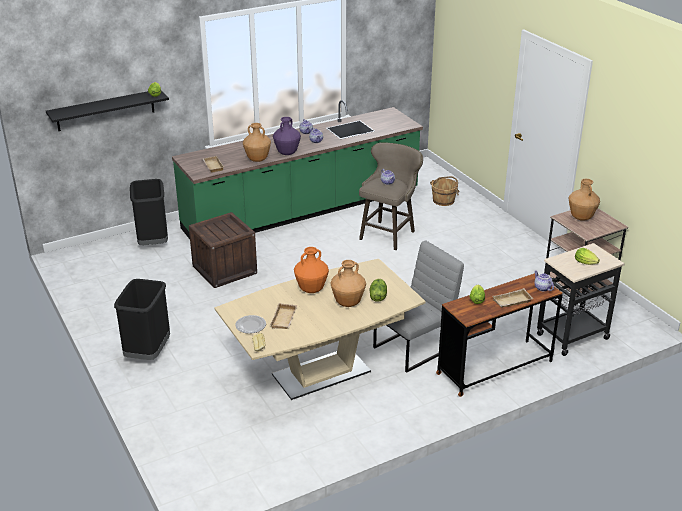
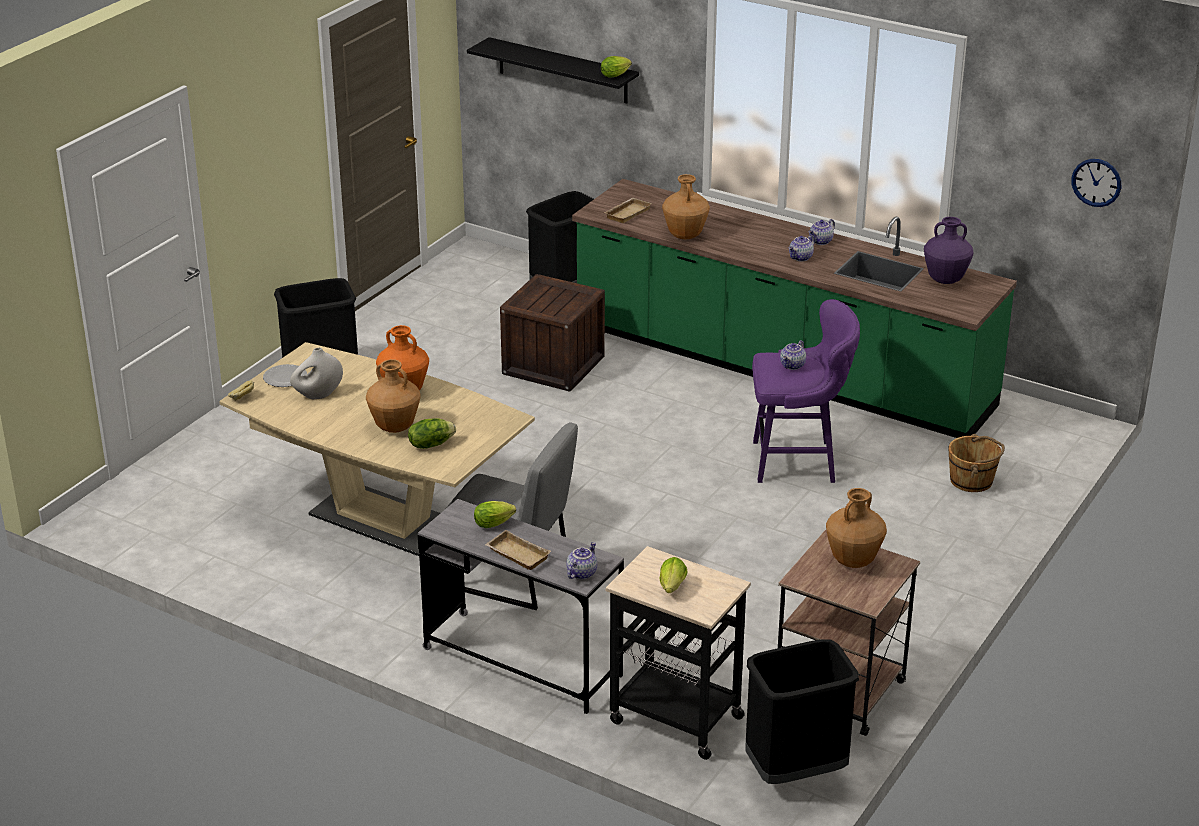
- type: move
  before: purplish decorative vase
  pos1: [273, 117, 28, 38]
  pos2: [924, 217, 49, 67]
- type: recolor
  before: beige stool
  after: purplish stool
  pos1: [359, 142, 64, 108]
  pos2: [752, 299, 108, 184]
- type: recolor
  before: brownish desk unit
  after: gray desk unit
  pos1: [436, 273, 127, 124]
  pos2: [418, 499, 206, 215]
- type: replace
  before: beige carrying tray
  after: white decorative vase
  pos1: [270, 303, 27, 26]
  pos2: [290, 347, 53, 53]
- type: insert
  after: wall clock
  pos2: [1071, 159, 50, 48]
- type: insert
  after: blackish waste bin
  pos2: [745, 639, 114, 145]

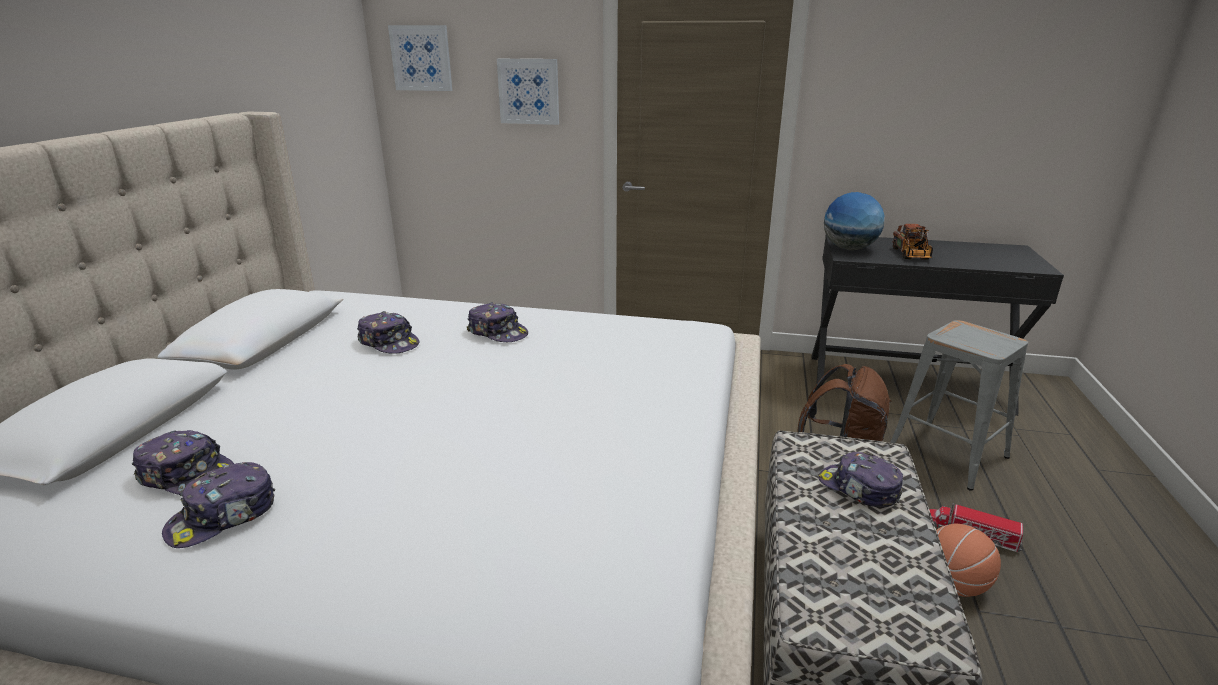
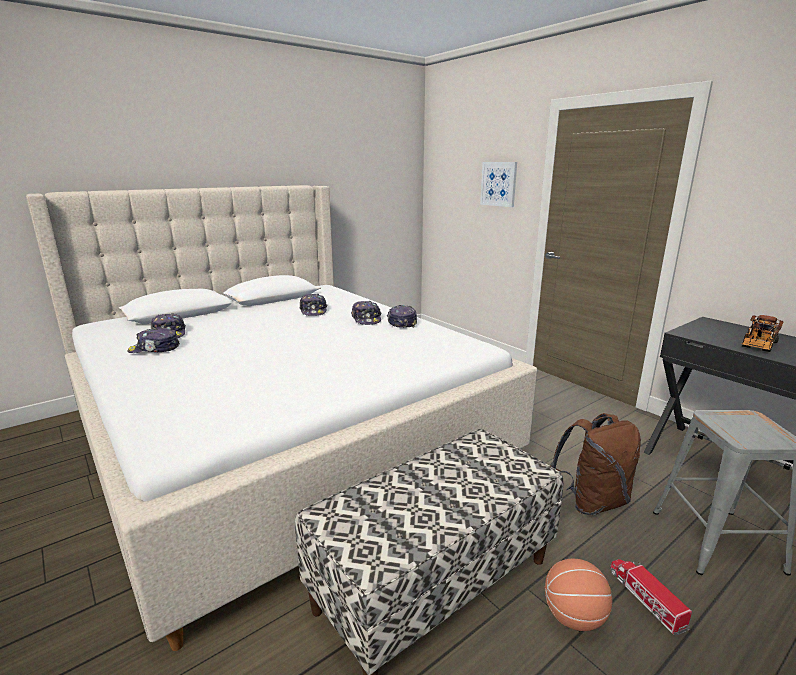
- type: delete
  before: picture
  pos1: [388, 25, 64, 66]
- type: delete
  before: globe
  pos1: [824, 192, 61, 58]
- type: move
  before: baseball cap
  pos1: [818, 452, 85, 56]
  pos2: [387, 305, 30, 23]

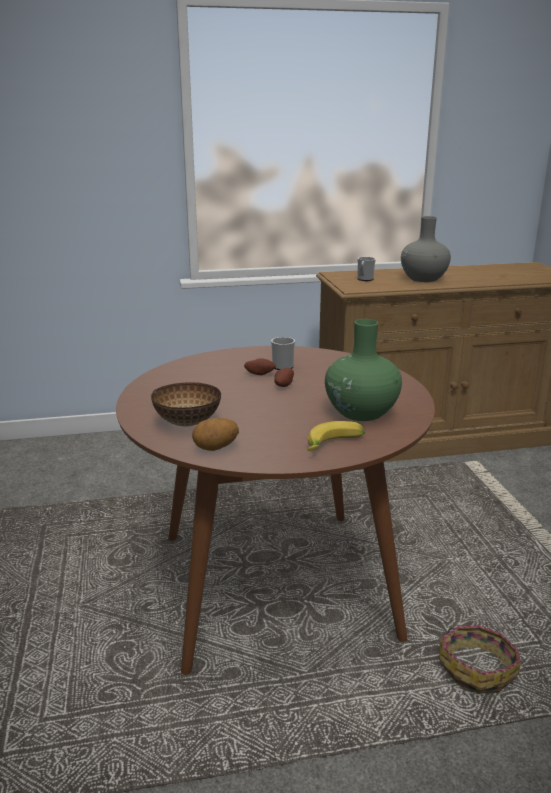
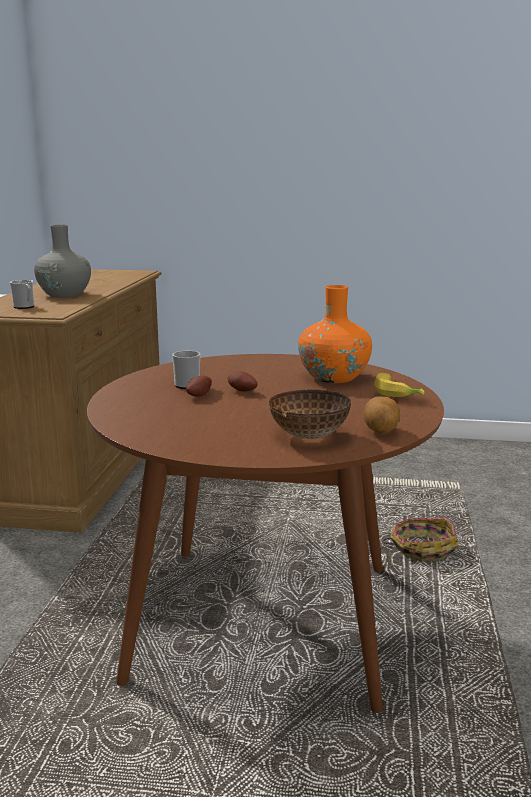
- type: recolor
  before: greenish decorative vase
  after: orange-coloured decorative vase
  pos1: [325, 319, 77, 102]
  pos2: [298, 285, 74, 98]

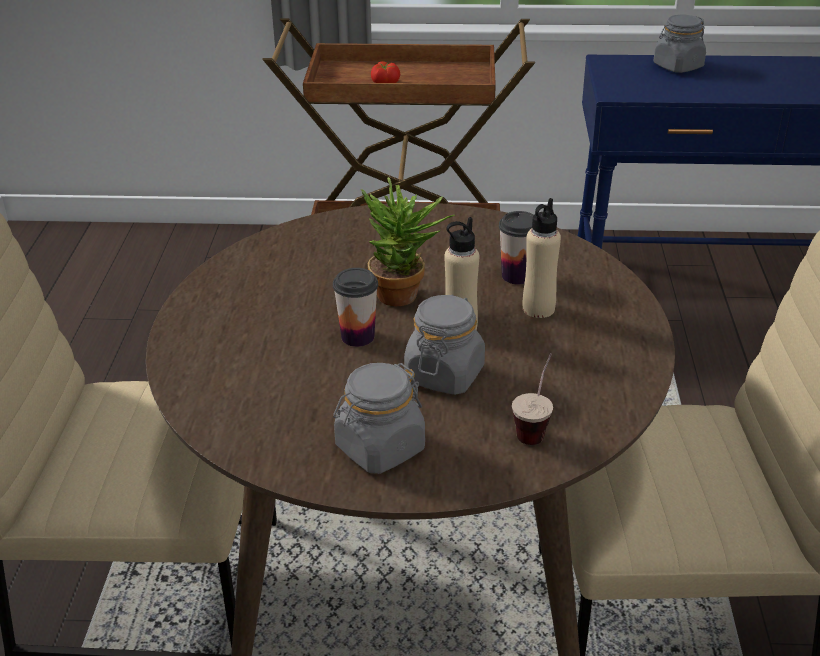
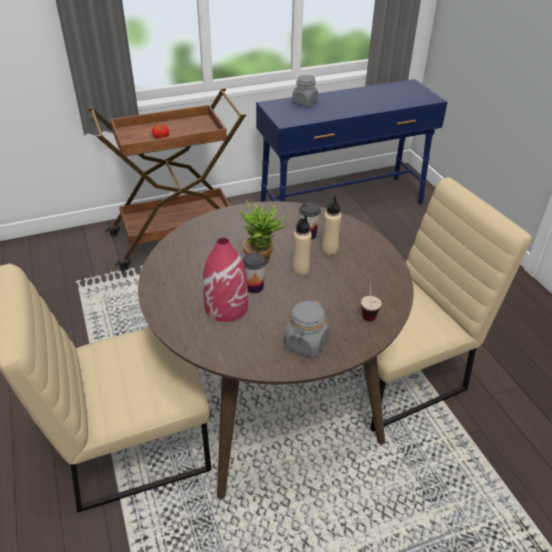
- type: delete
  before: gray preserve jar
  pos1: [404, 295, 81, 100]
- type: insert
  after: red-coloured decorative vase
  pos2: [203, 238, 45, 84]

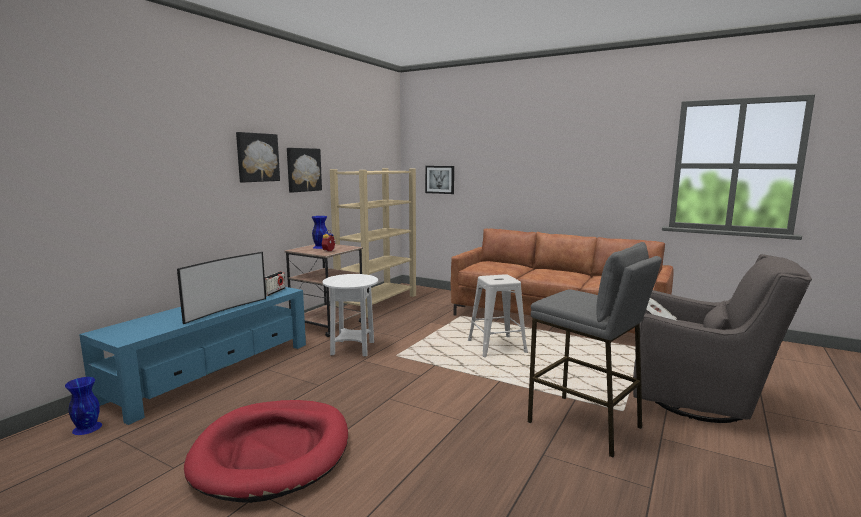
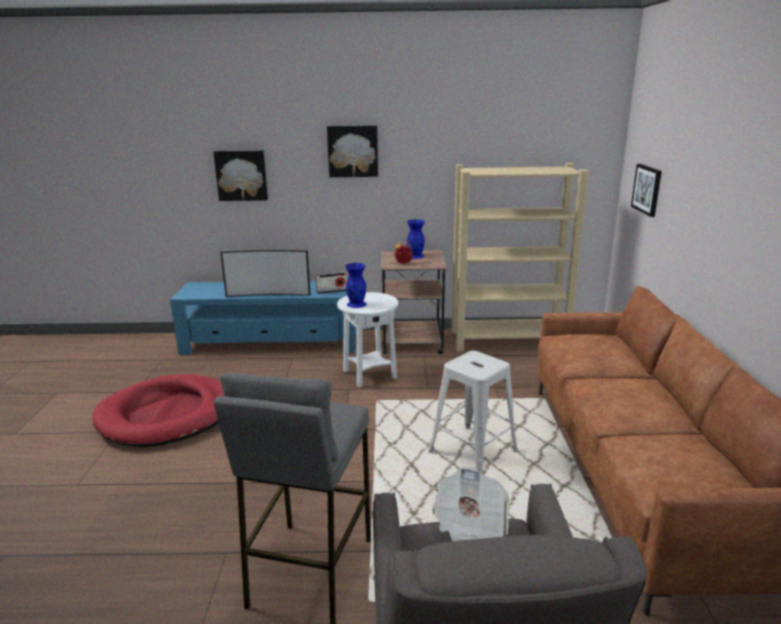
- type: move
  before: picture
  pos1: [287, 148, 35, 45]
  pos2: [213, 150, 55, 51]
- type: move
  before: bluish decorative vase
  pos1: [65, 377, 37, 58]
  pos2: [345, 263, 22, 45]

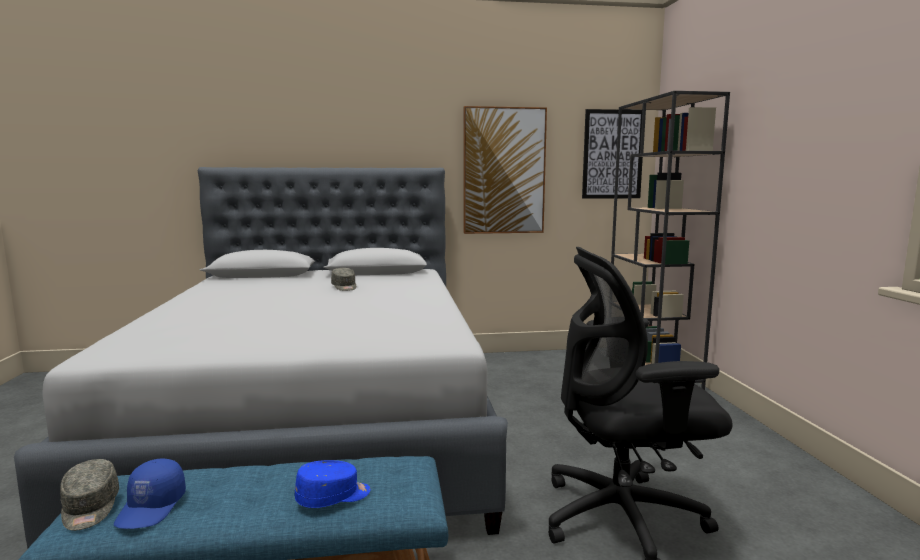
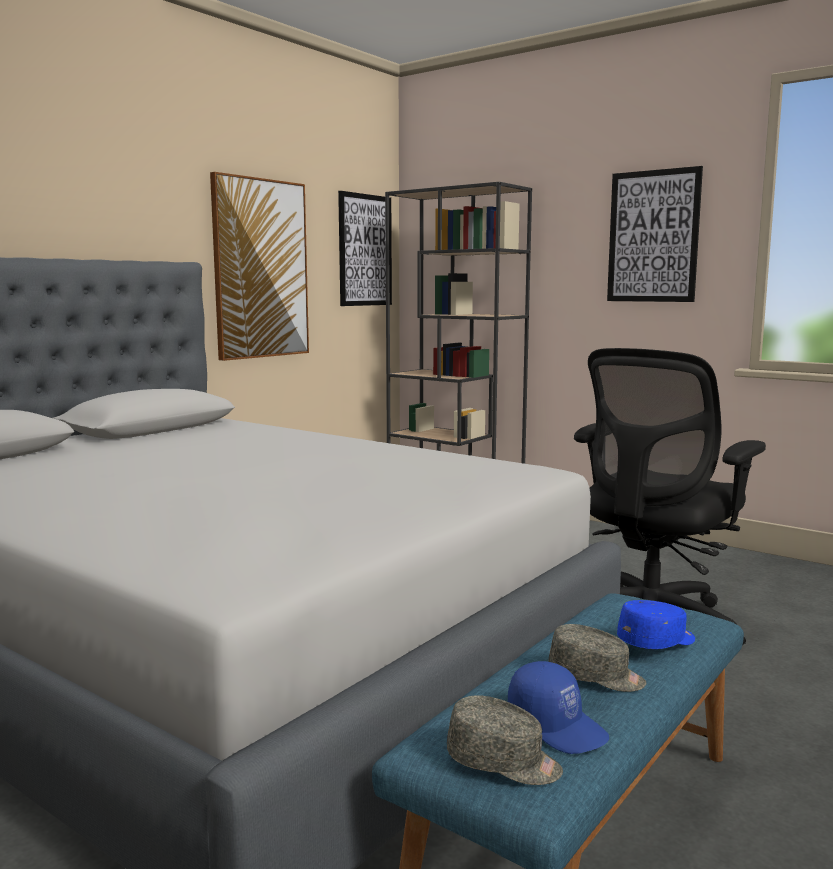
- type: move
  before: gray baseball cap
  pos1: [331, 268, 25, 23]
  pos2: [549, 624, 97, 68]
- type: rotate
  before: bluish baseball cap
  pos1: [295, 460, 76, 48]
  pos2: [617, 600, 78, 49]
  turn: 45
- type: insert
  after: picture
  pos2: [607, 166, 96, 136]

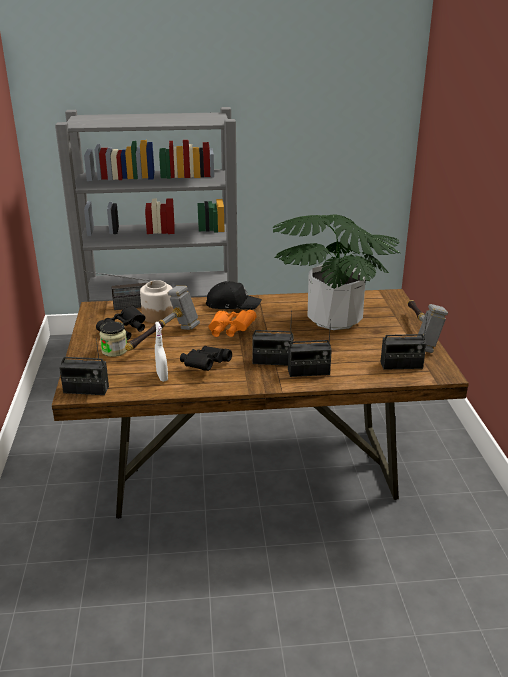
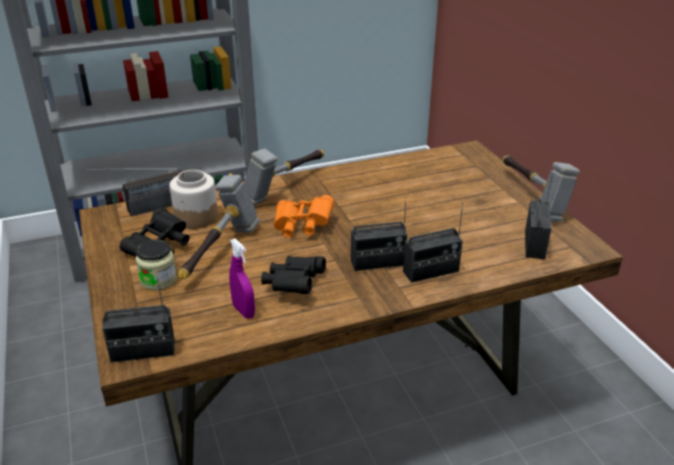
- type: delete
  before: houseplant
  pos1: [273, 214, 127, 116]
- type: replace
  before: blackish baseball cap
  after: hand hammer
  pos1: [206, 281, 56, 28]
  pos2: [244, 148, 80, 57]
- type: rotate
  before: radio receiver
  pos1: [381, 314, 47, 56]
  pos2: [525, 168, 29, 91]
  turn: -60
- type: recolor
  before: white hand sprayer
  after: purplish hand sprayer
  pos1: [155, 322, 13, 60]
  pos2: [229, 238, 26, 80]

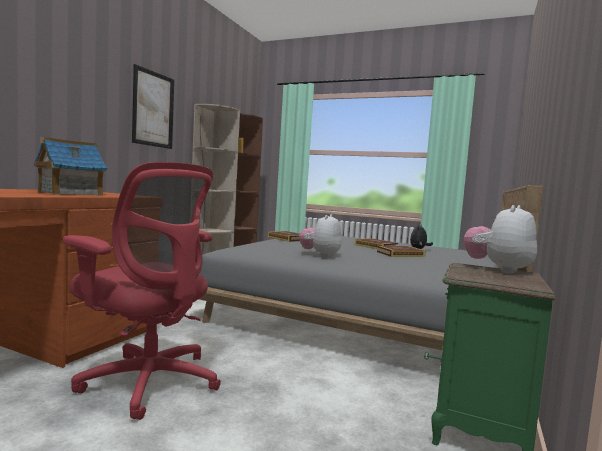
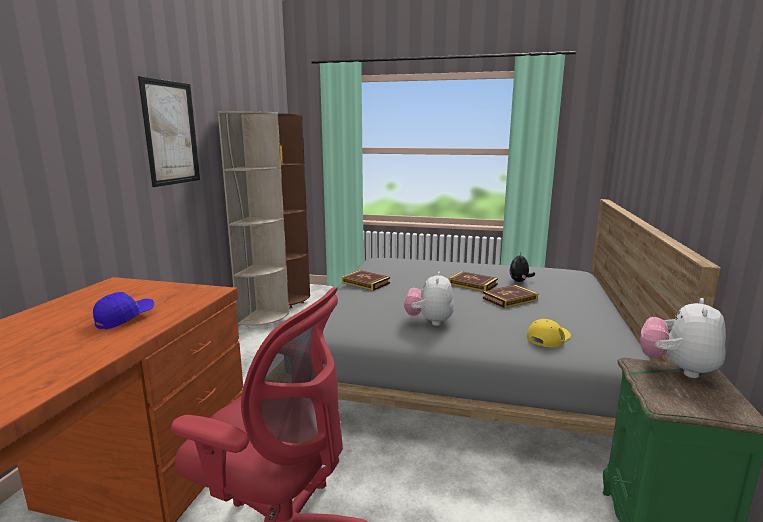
- type: replace
  before: miniature house
  after: bluish baseball cap
  pos1: [34, 137, 73, 59]
  pos2: [93, 292, 61, 38]
- type: insert
  after: yellowish baseball cap
  pos2: [527, 319, 44, 28]

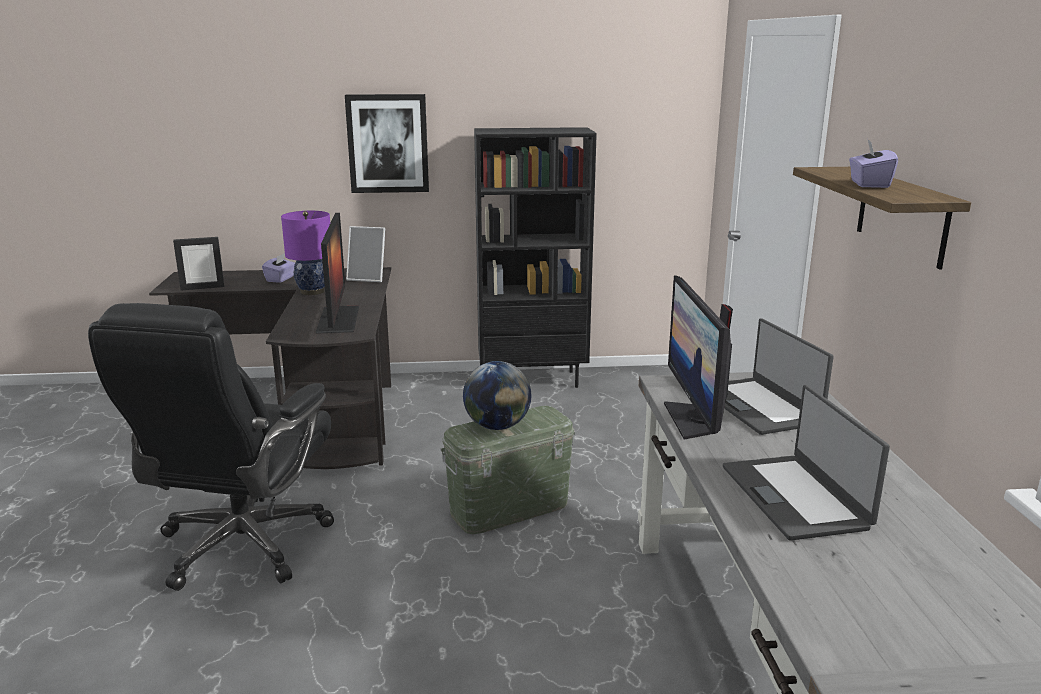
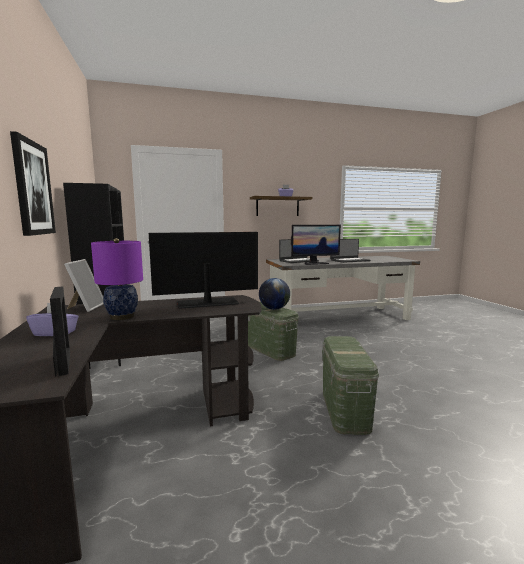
- type: replace
  before: blackish computer chair
  after: greenish storage container
  pos1: [88, 303, 246, 288]
  pos2: [322, 336, 57, 99]

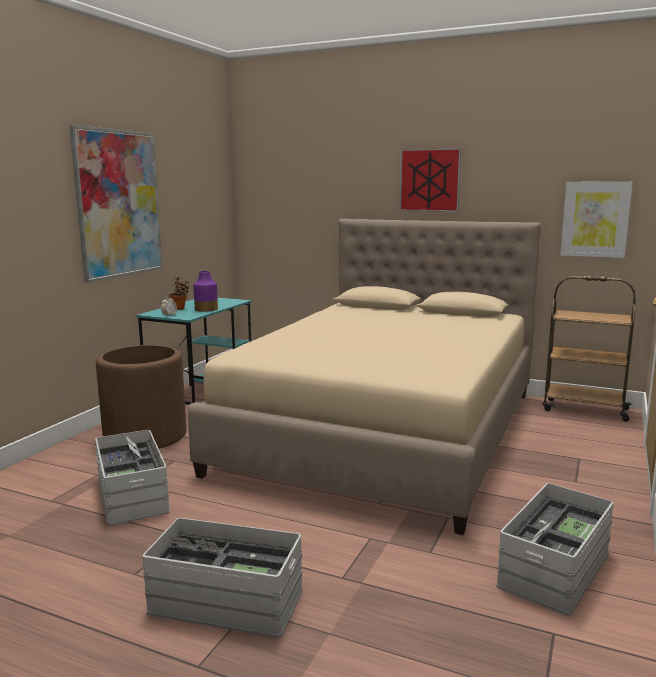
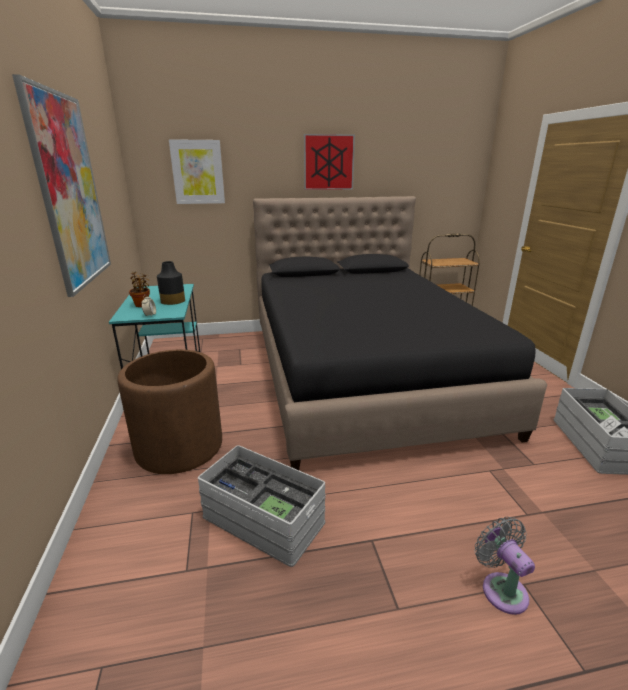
- type: move
  before: picture
  pos1: [560, 181, 73, 77]
  pos2: [169, 139, 56, 65]
- type: recolor
  before: beige sleeping bed
  after: blackish sleeping bed
  pos1: [188, 219, 353, 316]
  pos2: [253, 196, 294, 274]
- type: recolor
  before: purplish decorative vase
  after: blackish decorative vase
  pos1: [193, 271, 25, 41]
  pos2: [157, 261, 28, 44]
- type: replace
  before: gray storage container
  after: gray electric fan
  pos1: [142, 518, 161, 119]
  pos2: [475, 517, 60, 98]

